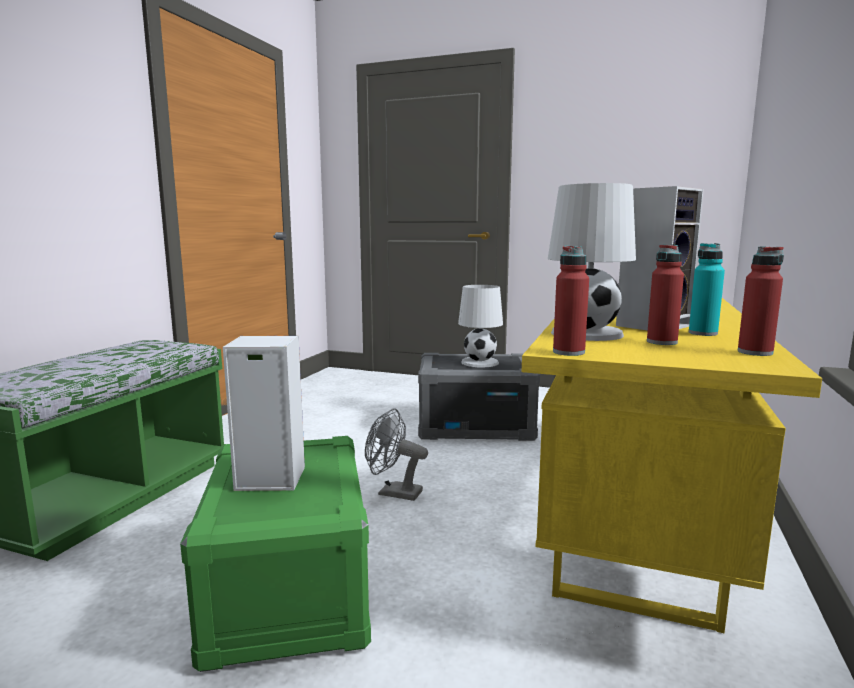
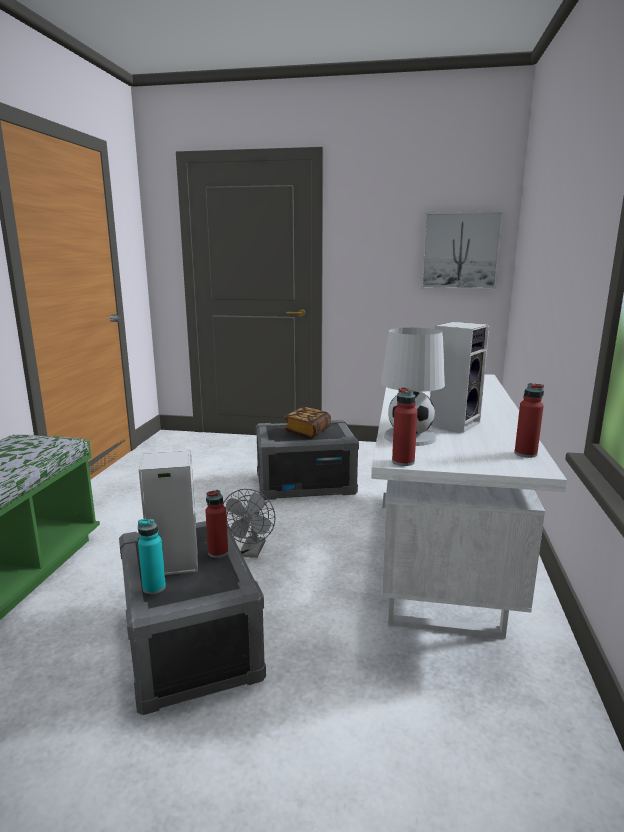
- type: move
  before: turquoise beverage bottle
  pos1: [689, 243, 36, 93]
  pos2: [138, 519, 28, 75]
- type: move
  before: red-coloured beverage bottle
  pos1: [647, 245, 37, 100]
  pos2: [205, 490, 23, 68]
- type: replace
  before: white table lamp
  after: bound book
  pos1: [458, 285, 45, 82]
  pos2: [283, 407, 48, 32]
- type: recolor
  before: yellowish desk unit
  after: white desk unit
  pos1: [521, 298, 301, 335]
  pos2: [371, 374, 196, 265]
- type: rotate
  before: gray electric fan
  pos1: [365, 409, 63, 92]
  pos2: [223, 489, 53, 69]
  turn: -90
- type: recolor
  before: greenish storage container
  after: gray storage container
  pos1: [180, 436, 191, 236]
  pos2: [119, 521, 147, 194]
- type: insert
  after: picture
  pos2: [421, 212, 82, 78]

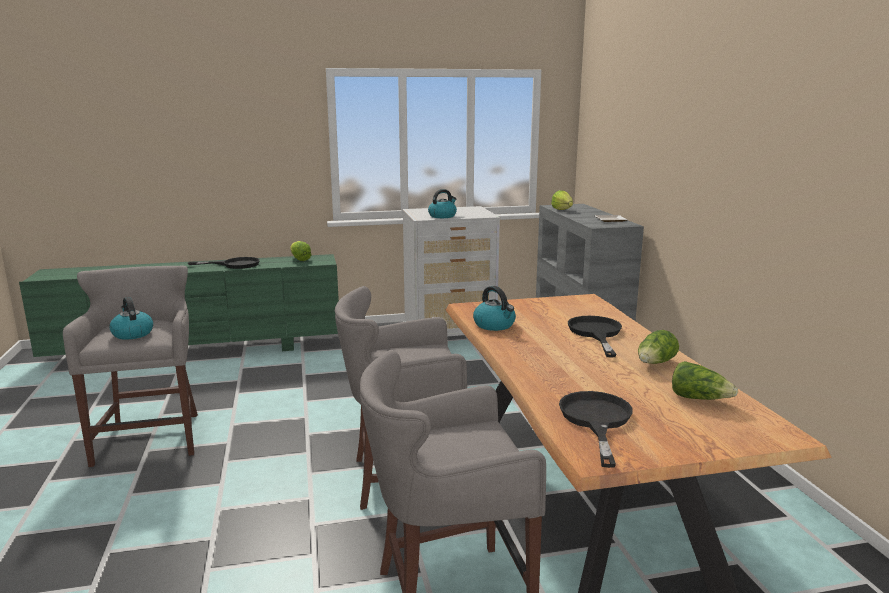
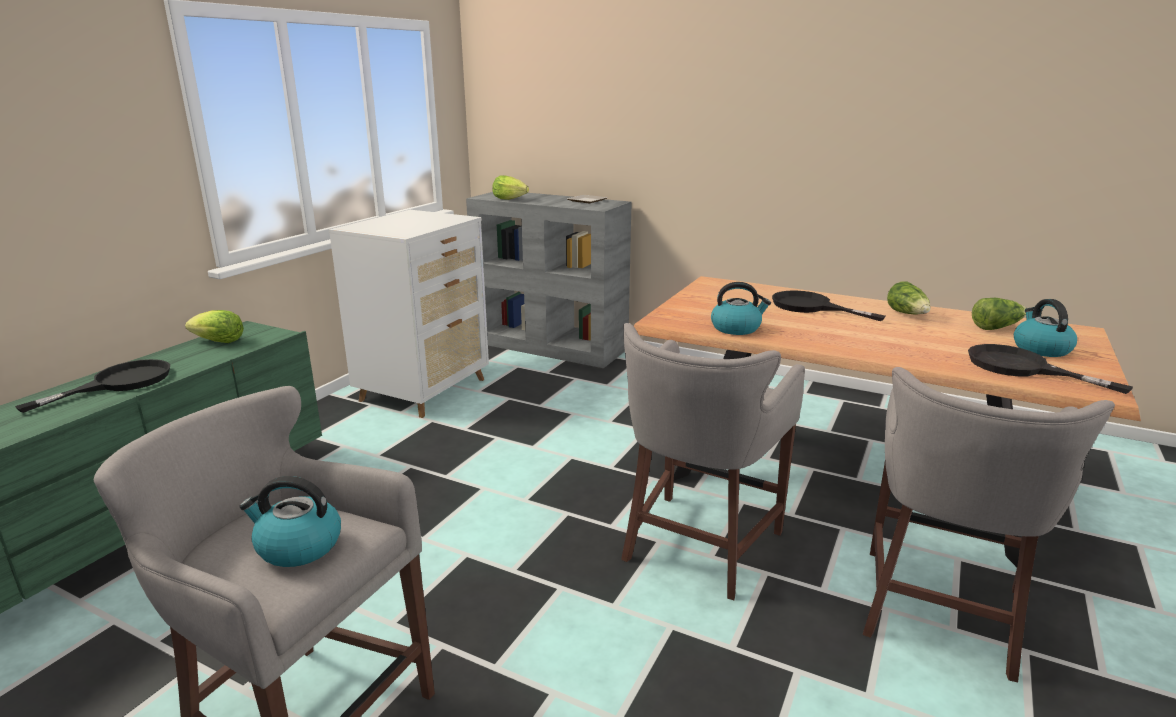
- type: move
  before: tea kettle
  pos1: [428, 189, 29, 29]
  pos2: [1014, 299, 63, 58]

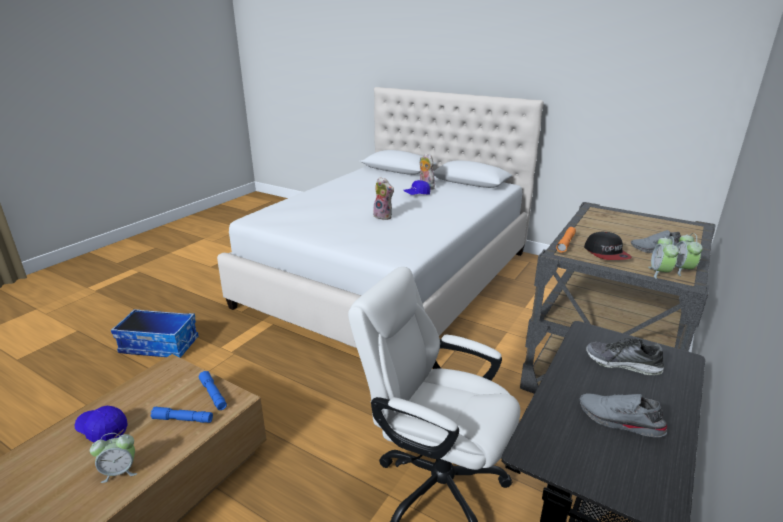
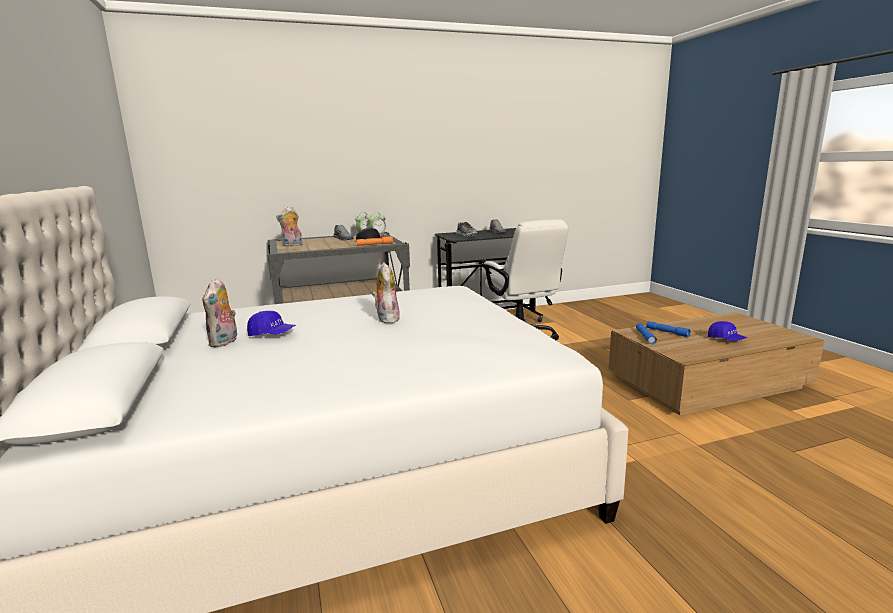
- type: delete
  before: storage container
  pos1: [111, 309, 88, 49]
- type: delete
  before: table clock
  pos1: [90, 433, 47, 50]
- type: insert
  after: plush toy
  pos2: [276, 207, 27, 40]

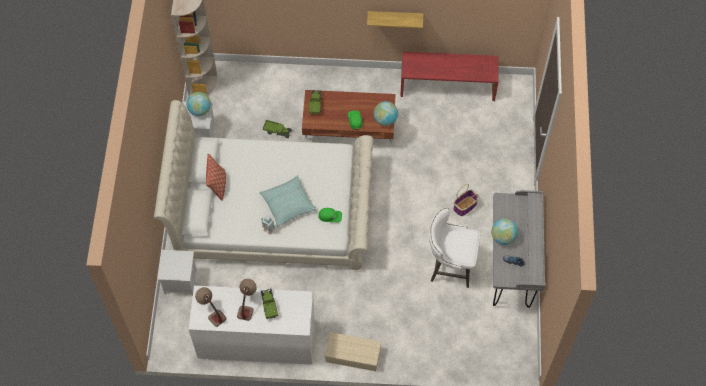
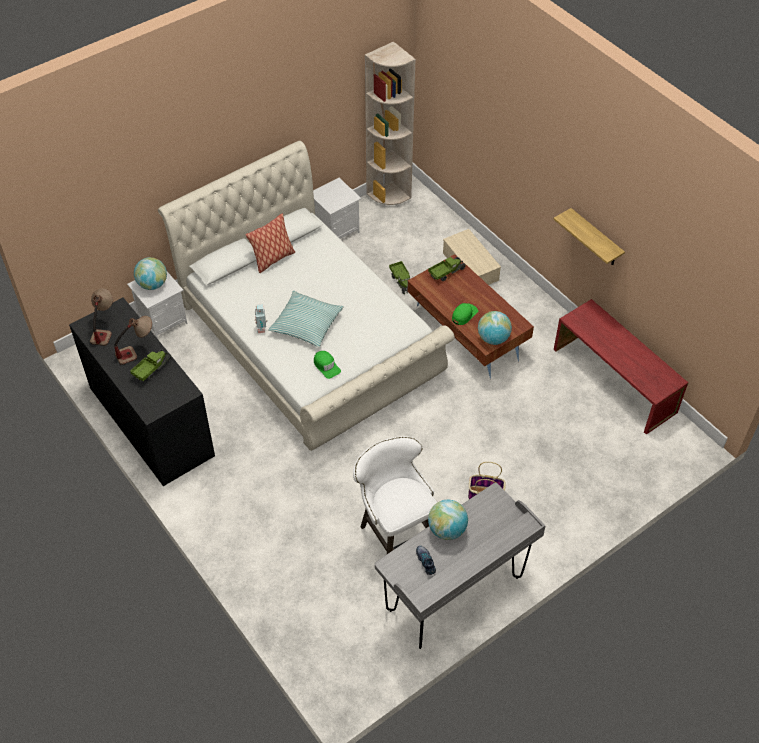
- type: move
  before: globe
  pos1: [186, 92, 25, 24]
  pos2: [134, 257, 33, 33]
- type: recolor
  before: white chest of drawers
  after: blackish chest of drawers
  pos1: [189, 286, 126, 78]
  pos2: [69, 298, 146, 188]
- type: move
  before: beige storage container
  pos1: [325, 332, 56, 39]
  pos2: [443, 229, 58, 56]

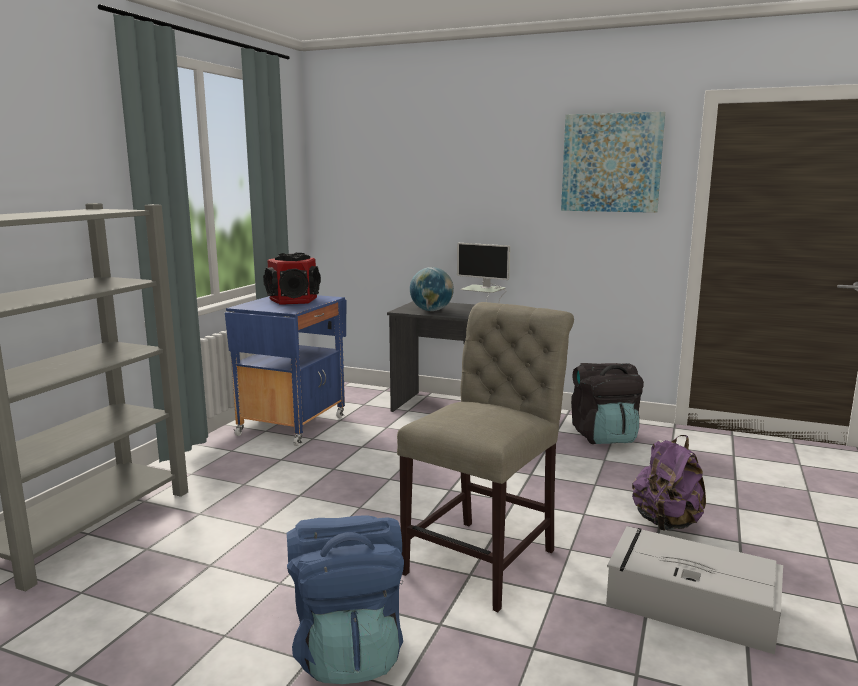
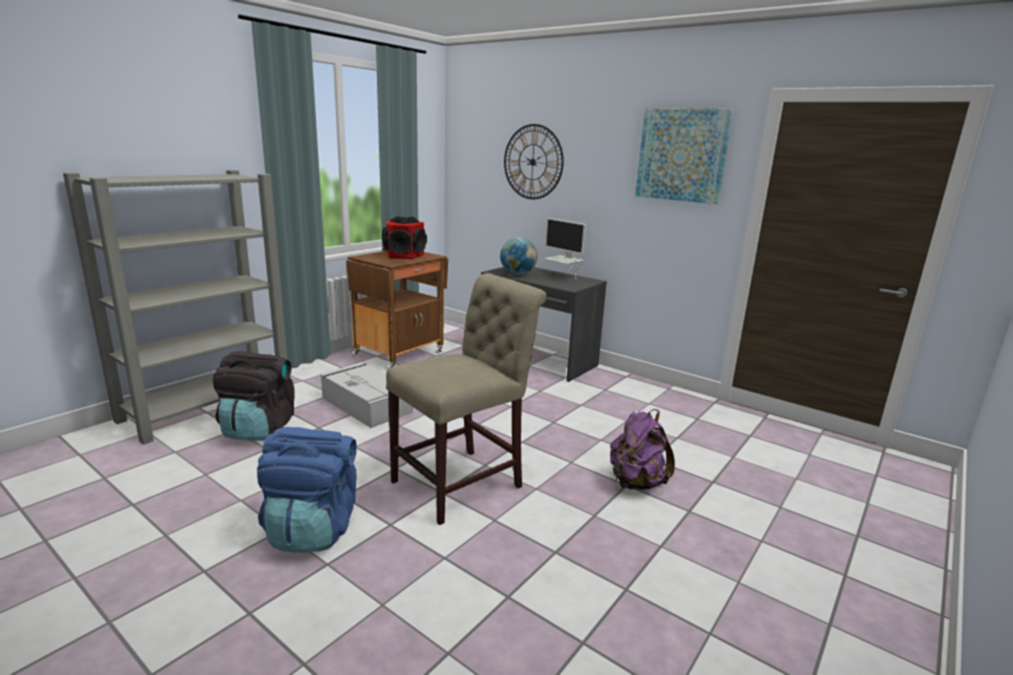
- type: recolor
  before: bluish trolley
  after: brownish trolley
  pos1: [225, 295, 121, 151]
  pos2: [346, 251, 102, 118]
- type: move
  before: blackish rucksack
  pos1: [571, 363, 73, 81]
  pos2: [213, 351, 82, 90]
- type: move
  before: gray storage container
  pos1: [606, 526, 177, 128]
  pos2: [320, 362, 93, 66]
- type: insert
  after: wall clock
  pos2: [504, 124, 60, 75]

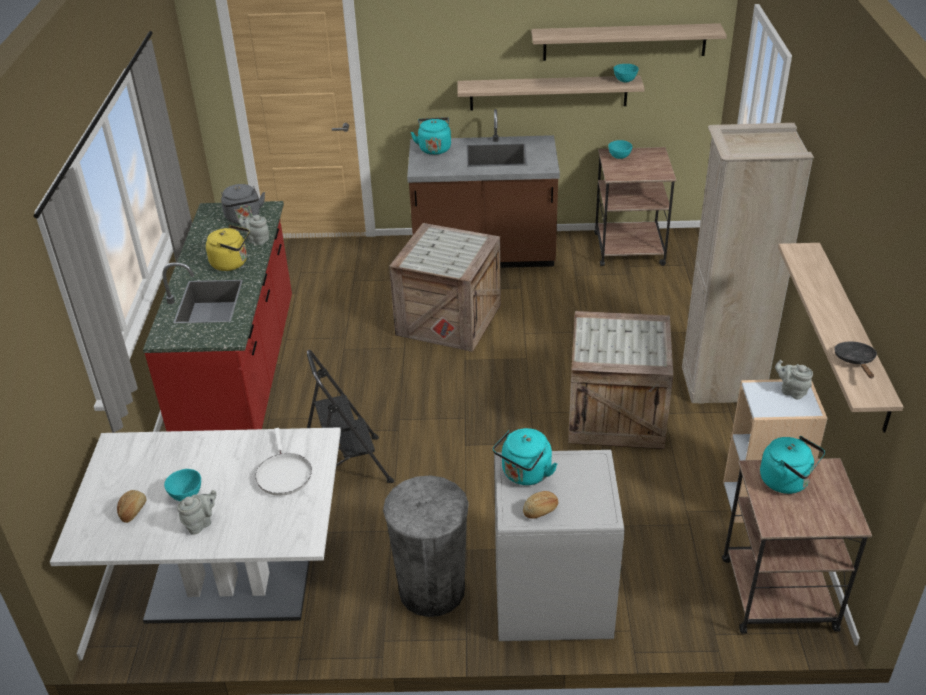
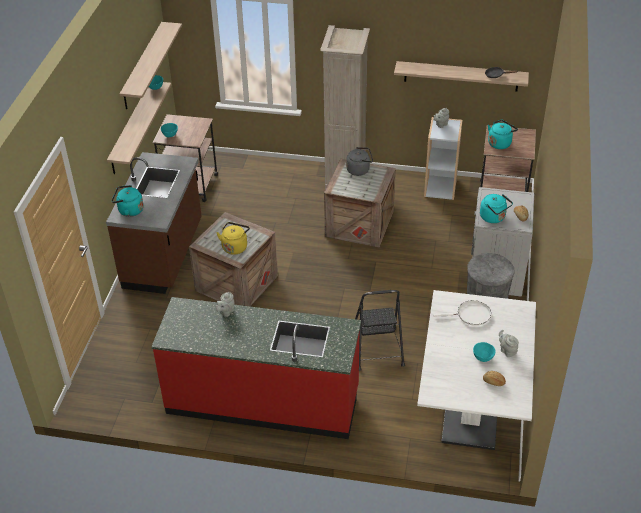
- type: move
  before: gray tea kettle
  pos1: [221, 184, 44, 40]
  pos2: [346, 147, 27, 29]
- type: move
  before: yellowish tea kettle
  pos1: [206, 225, 44, 46]
  pos2: [216, 222, 34, 33]

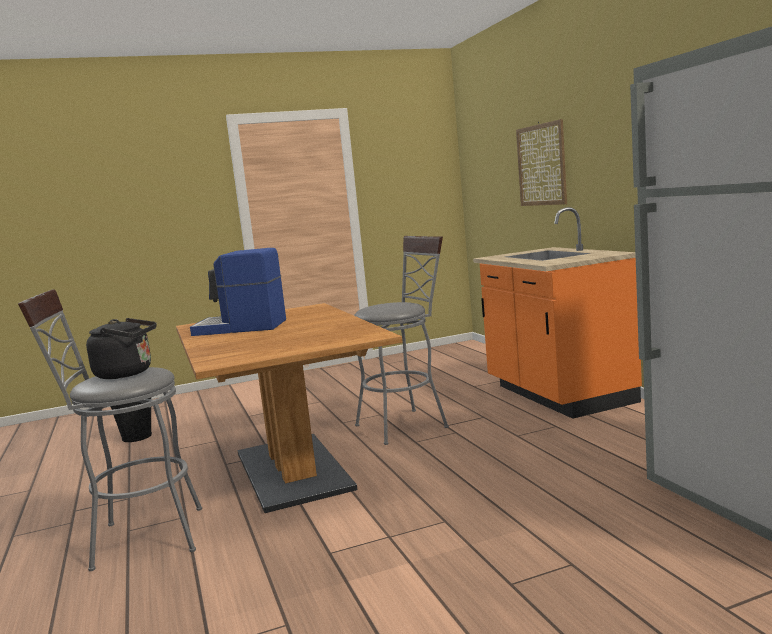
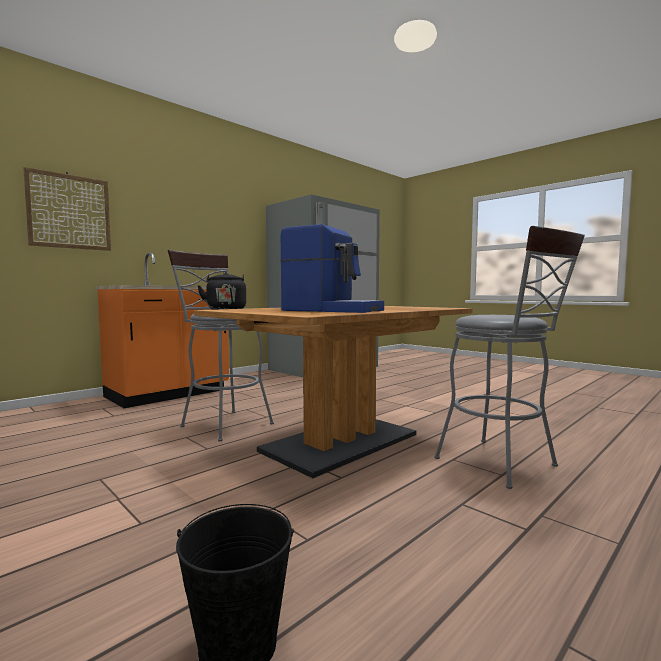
- type: rotate
  before: coffee maker
  pos1: [190, 248, 96, 88]
  pos2: [280, 224, 104, 89]
  turn: -45
- type: move
  before: blackish tea kettle
  pos1: [86, 318, 70, 61]
  pos2: [197, 272, 49, 38]

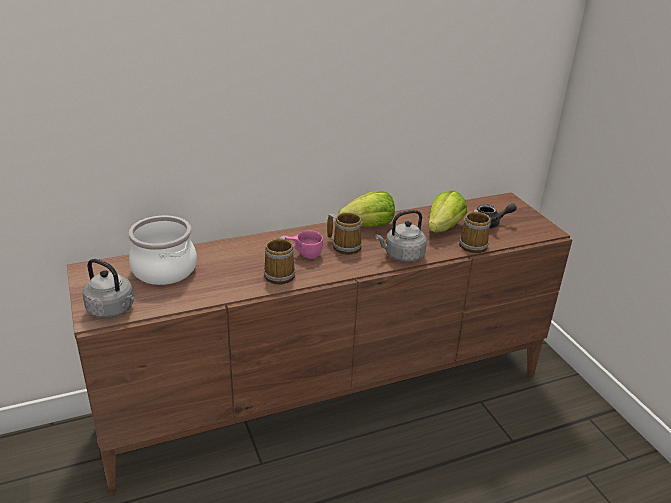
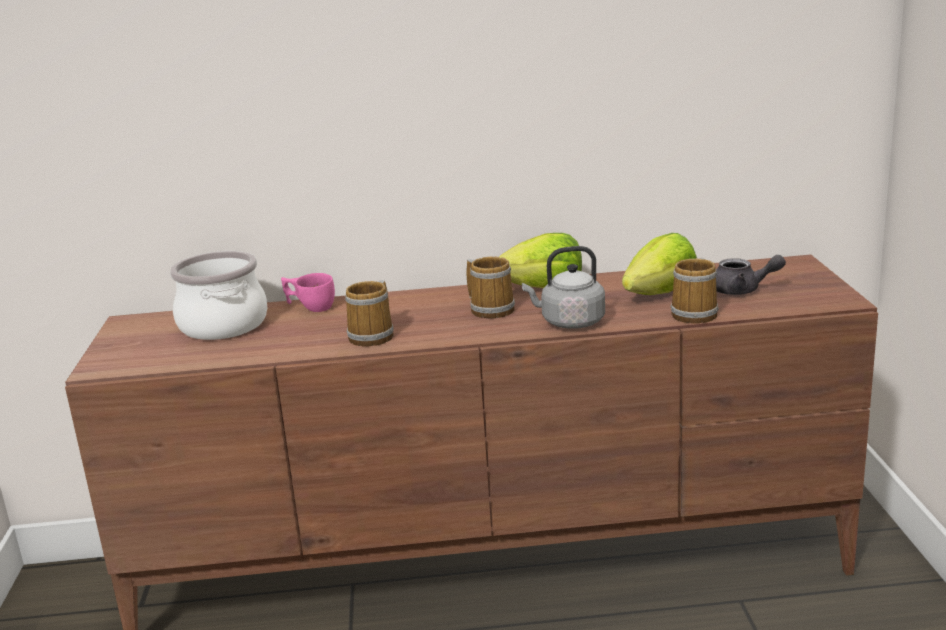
- type: move
  before: pink cup
  pos1: [285, 230, 38, 29]
  pos2: [281, 273, 54, 39]
- type: delete
  before: gray tea kettle
  pos1: [83, 259, 52, 59]

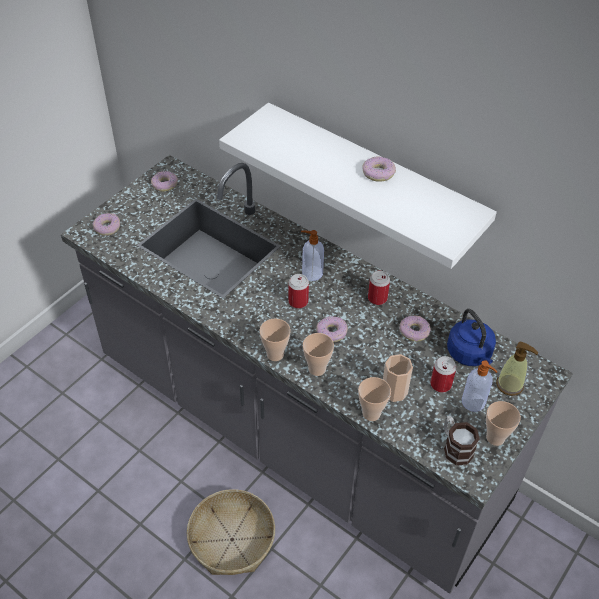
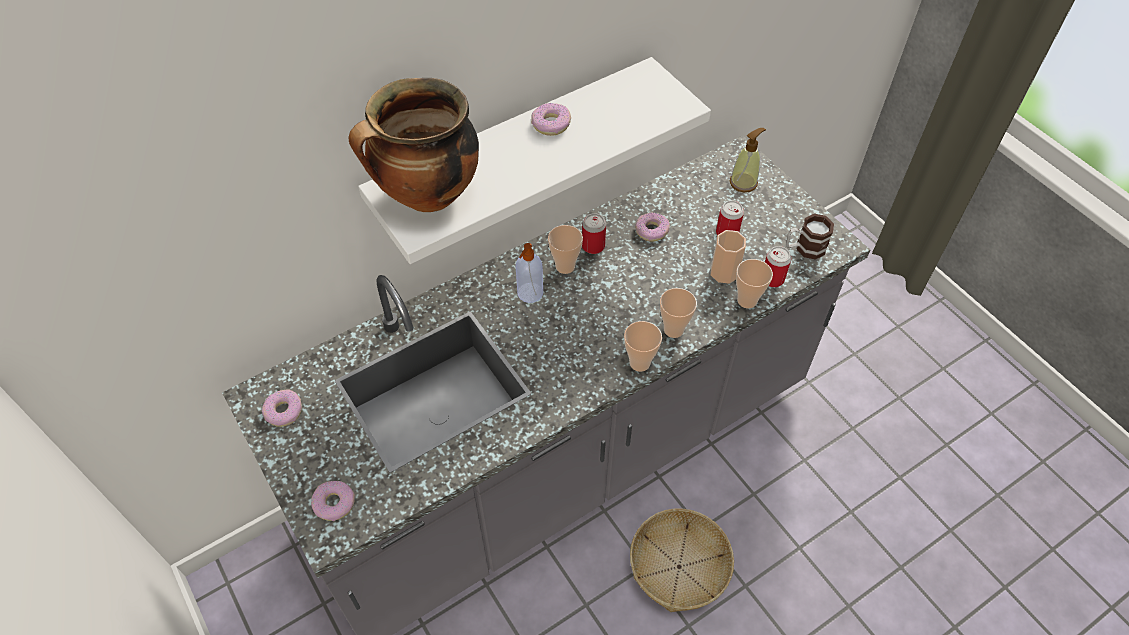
- type: move
  before: metal can
  pos1: [289, 274, 20, 35]
  pos2: [765, 246, 26, 41]
- type: delete
  before: bluish tea kettle
  pos1: [447, 309, 49, 57]
- type: delete
  before: donut
  pos1: [316, 316, 32, 26]
- type: delete
  before: soap bottle
  pos1: [462, 360, 36, 52]
- type: move
  before: cup
  pos1: [486, 401, 35, 45]
  pos2: [548, 225, 35, 49]
- type: insert
  after: stockpot
  pos2: [349, 78, 130, 134]

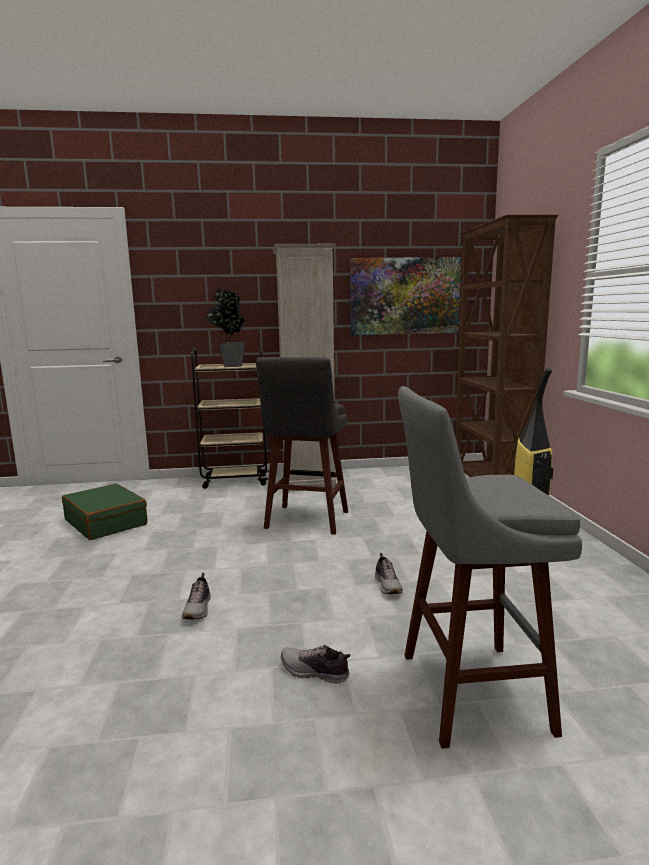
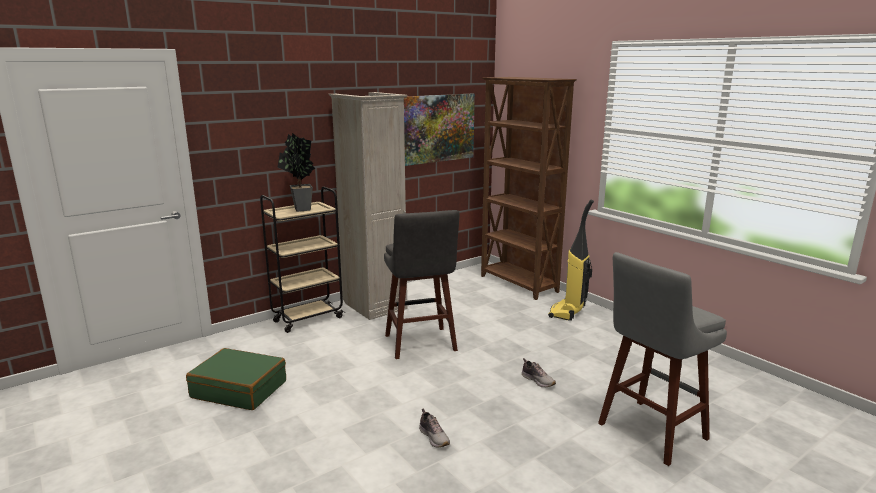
- type: delete
  before: shoe
  pos1: [281, 645, 69, 39]

